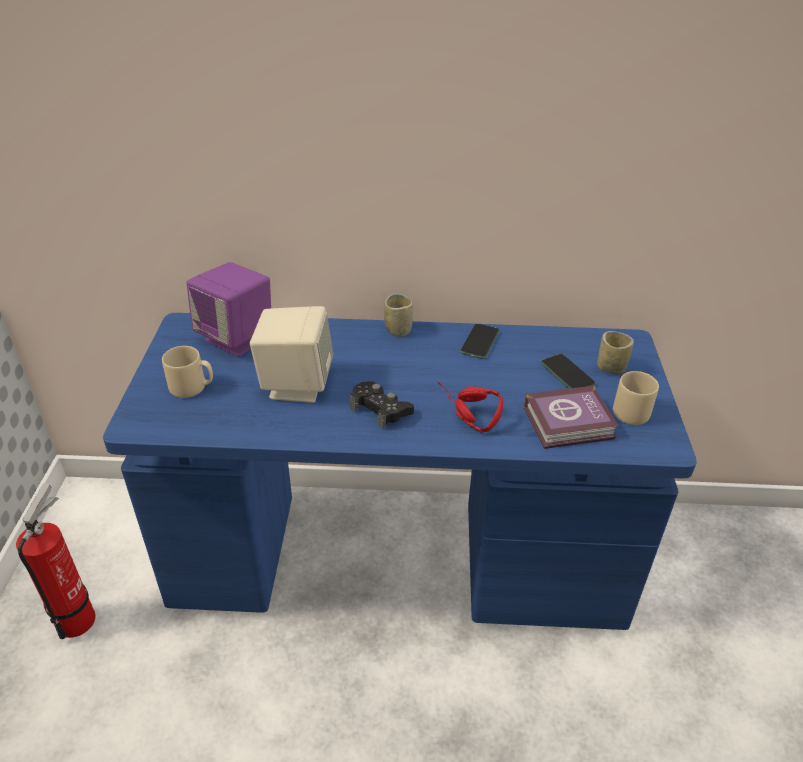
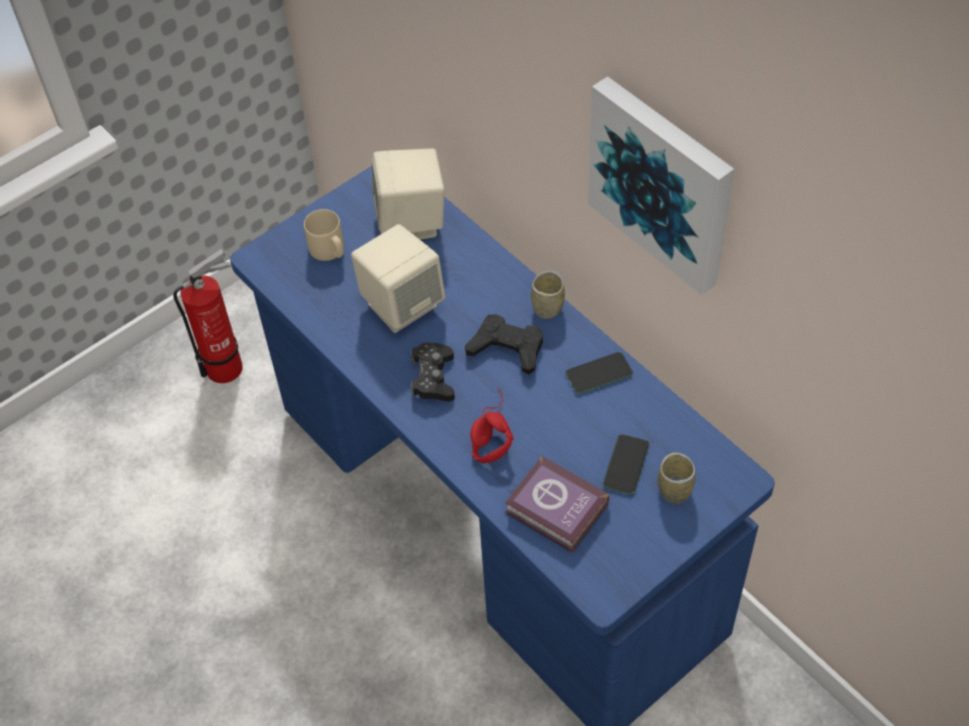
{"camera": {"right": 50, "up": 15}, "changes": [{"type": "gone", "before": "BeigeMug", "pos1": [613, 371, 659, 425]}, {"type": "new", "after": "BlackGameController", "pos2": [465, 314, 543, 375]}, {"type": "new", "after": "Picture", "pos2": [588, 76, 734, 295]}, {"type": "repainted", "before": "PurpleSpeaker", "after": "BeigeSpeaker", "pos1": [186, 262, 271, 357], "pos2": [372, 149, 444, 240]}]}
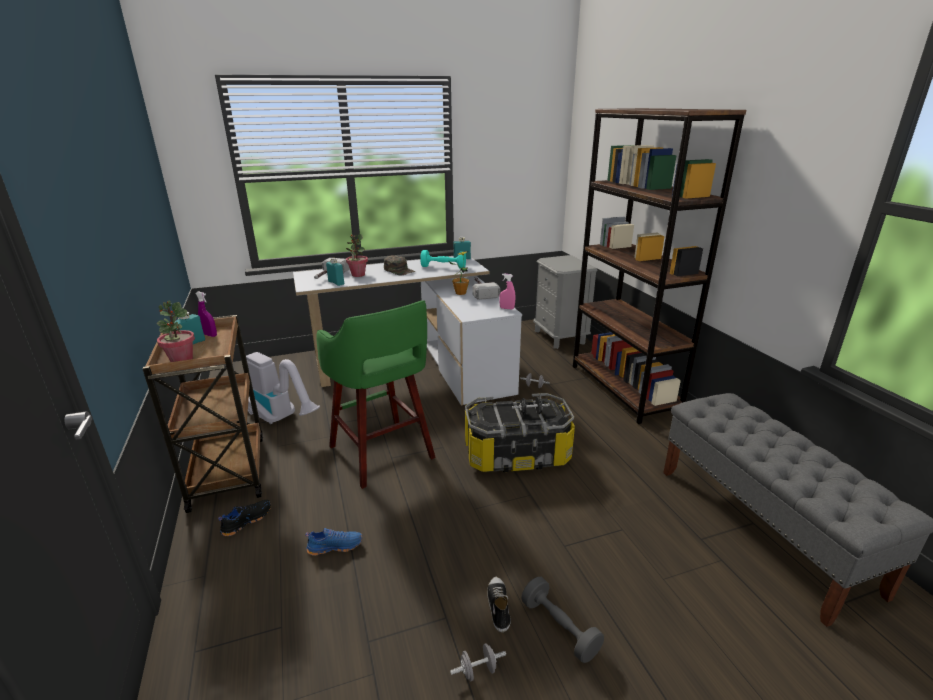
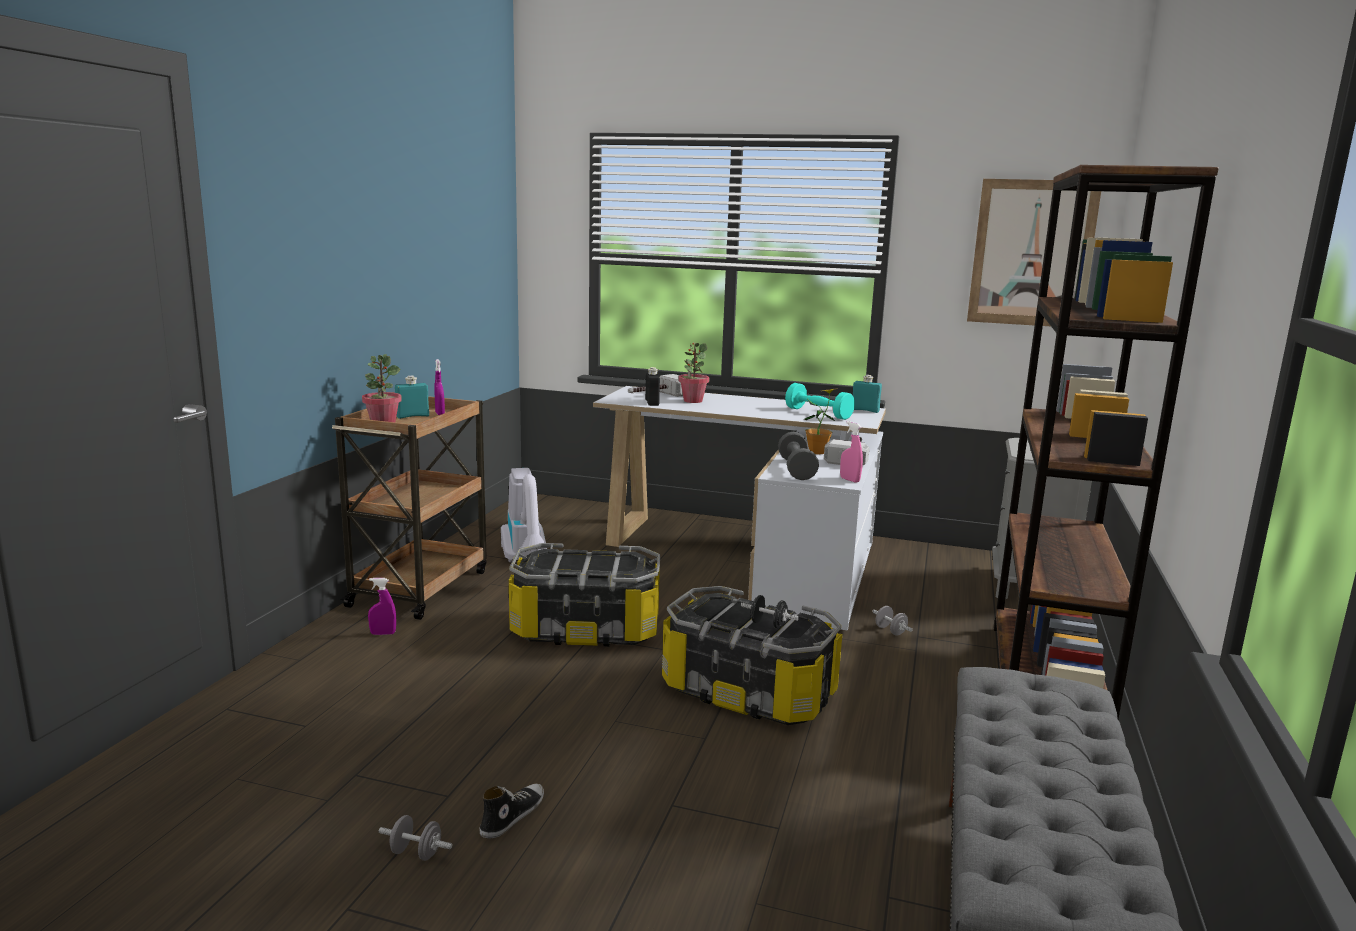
{"camera": {"right": 35, "up": -10}, "changes": [{"type": "gone", "before": "BlueShoe", "pos1": [305, 528, 362, 556]}, {"type": "gone", "before": "GreenCap", "pos1": [384, 255, 415, 275]}, {"type": "new", "after": "Picture", "pos2": [967, 179, 1101, 326]}, {"type": "shifted", "before": "GreyDumbbell", "pos1": [521, 577, 604, 663], "pos2": [778, 432, 819, 480]}, {"type": "swapped", "before": "BlackShoe", "after": "PurpleSprayBottle", "pos1": [218, 500, 271, 536], "pos2": [368, 578, 396, 635]}, {"type": "swapped", "before": "GreenStool", "after": "StorageBox", "pos1": [316, 300, 436, 489], "pos2": [509, 543, 660, 647]}, {"type": "repainted", "before": "TurquoiseBottle", "after": "BlackBottle", "pos1": [326, 258, 344, 286], "pos2": [645, 367, 660, 406]}]}
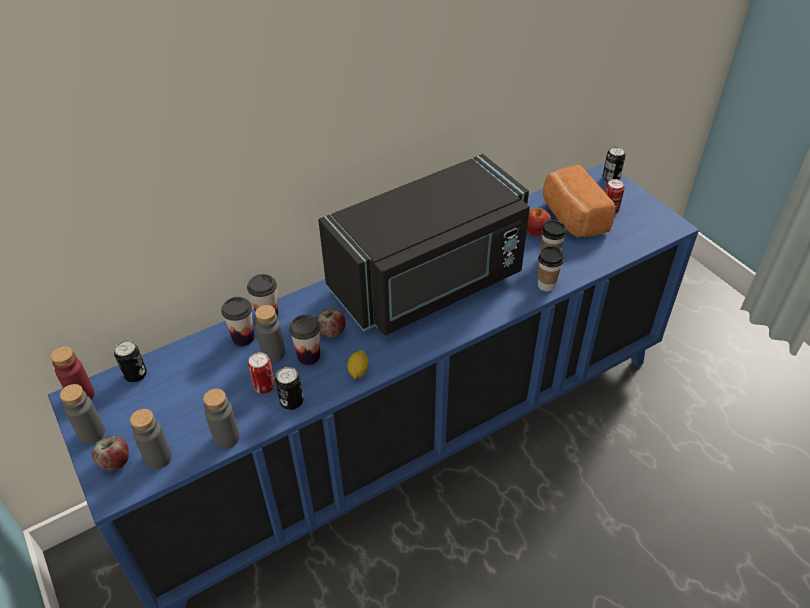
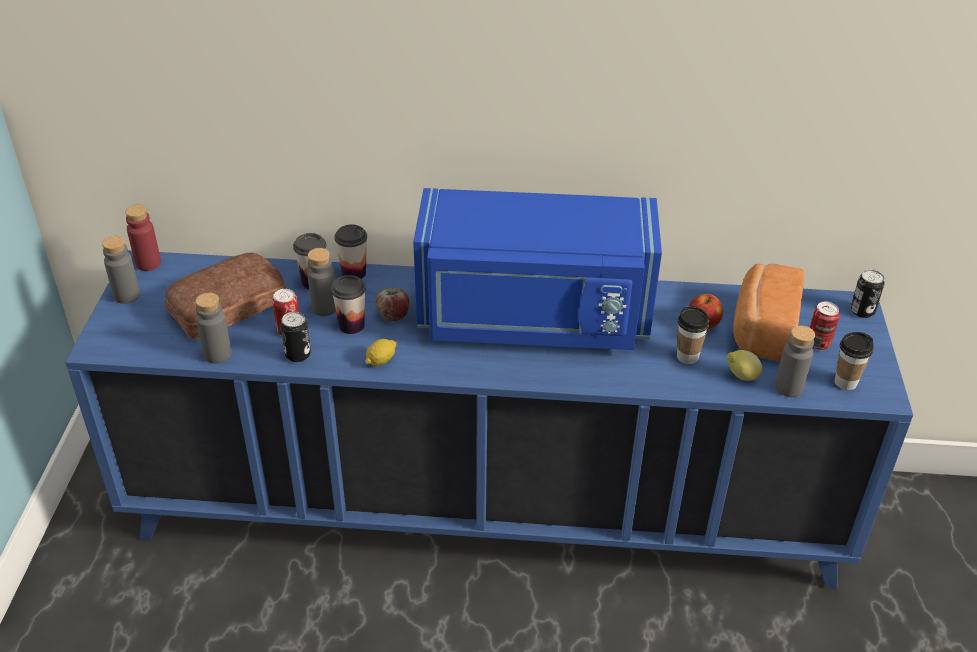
{"camera": {"right": 35, "up": -5}, "changes": [{"type": "gone", "before": "Apple", "pos1": [92, 436, 129, 471]}, {"type": "gone", "before": "Can", "pos1": [114, 340, 147, 382]}, {"type": "new", "after": "Bread", "pos2": [165, 253, 286, 340]}, {"type": "new", "after": "Lemon", "pos2": [726, 350, 762, 381]}, {"type": "shifted", "before": "GreyBottle", "pos1": [130, 409, 172, 469], "pos2": [775, 325, 815, 397]}, {"type": "shifted", "before": "Cup", "pos1": [538, 246, 564, 291], "pos2": [835, 332, 874, 390]}, {"type": "repainted", "before": "BlackMicrowave", "after": "BlueMicrowave", "pos1": [318, 154, 530, 335], "pos2": [413, 188, 662, 350]}]}
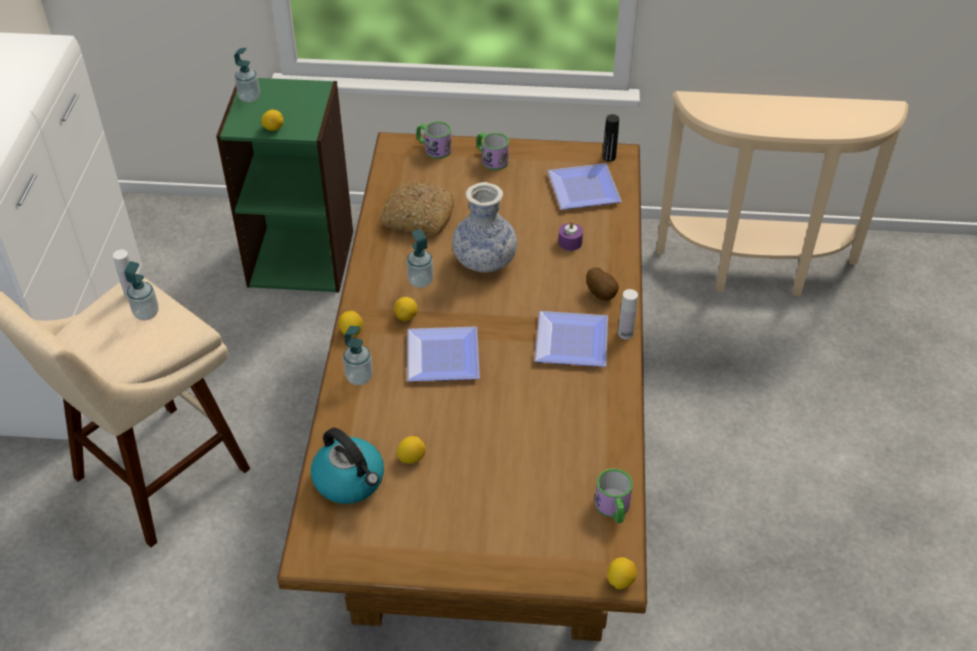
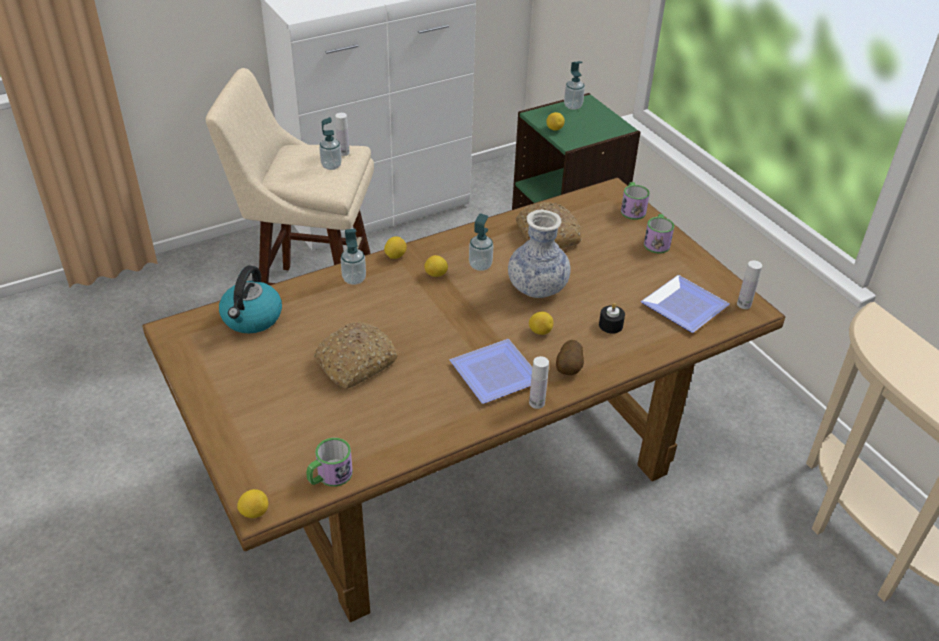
{"camera": {"right": 55, "up": -5}, "changes": [{"type": "gone", "before": "Plate", "pos1": [407, 326, 480, 381]}, {"type": "new", "after": "Bread", "pos2": [314, 321, 398, 389]}, {"type": "shifted", "before": "Lemon", "pos1": [397, 436, 426, 464], "pos2": [529, 312, 553, 335]}, {"type": "repainted", "before": "PurpleCandle", "after": "BlackCandle", "pos1": [558, 221, 583, 251], "pos2": [599, 303, 625, 334]}, {"type": "repainted", "before": "BlackBottle", "after": "WhiteBottle", "pos1": [603, 114, 619, 161], "pos2": [737, 260, 762, 309]}]}
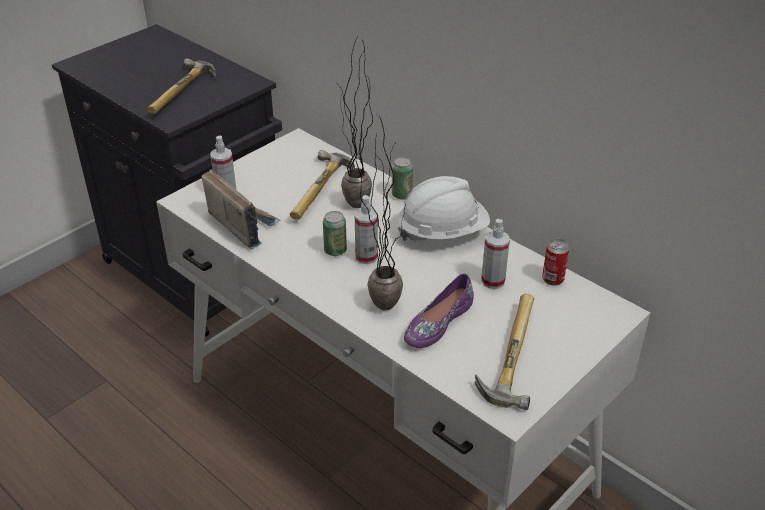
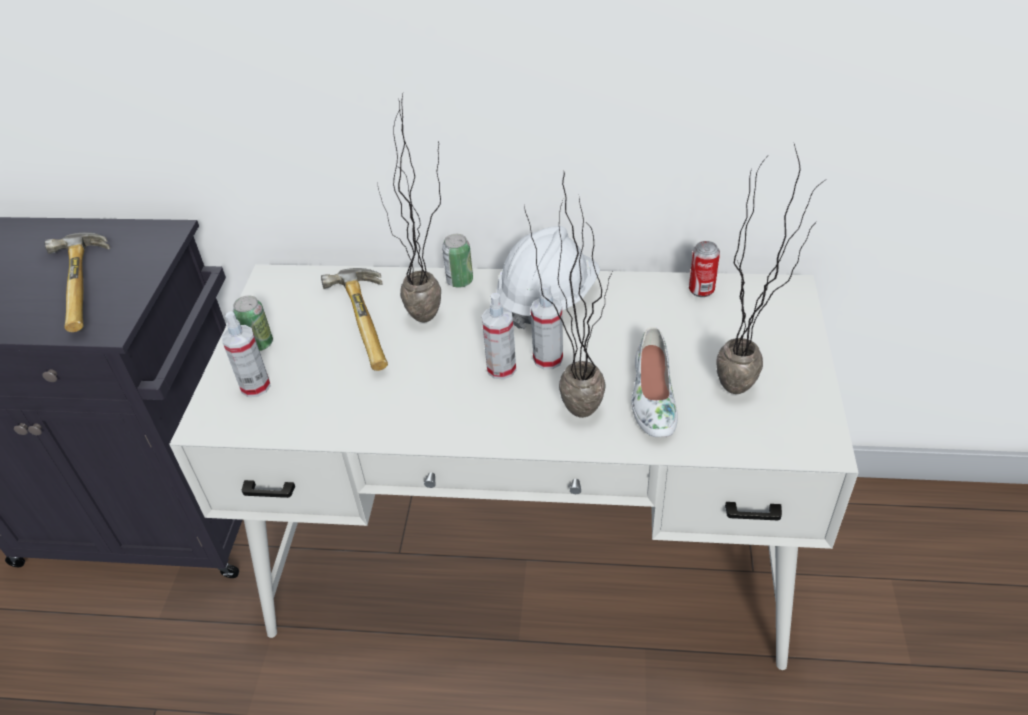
{"camera": {"right": -35, "up": 5}, "changes": [{"type": "gone", "before": "Radio", "pos1": [202, 169, 280, 249]}, {"type": "shifted", "before": "Can", "pos1": [323, 211, 347, 256], "pos2": [233, 295, 273, 351]}, {"type": "shifted", "before": "SprayBottle", "pos1": [481, 219, 510, 289], "pos2": [531, 283, 563, 369]}, {"type": "swapped", "before": "Hammer", "after": "PottedPlant", "pos1": [475, 294, 534, 410], "pos2": [716, 144, 827, 394]}, {"type": "repainted", "before": "PurpleShoe", "after": "WhiteShoe", "pos1": [404, 274, 474, 348], "pos2": [631, 327, 678, 437]}]}
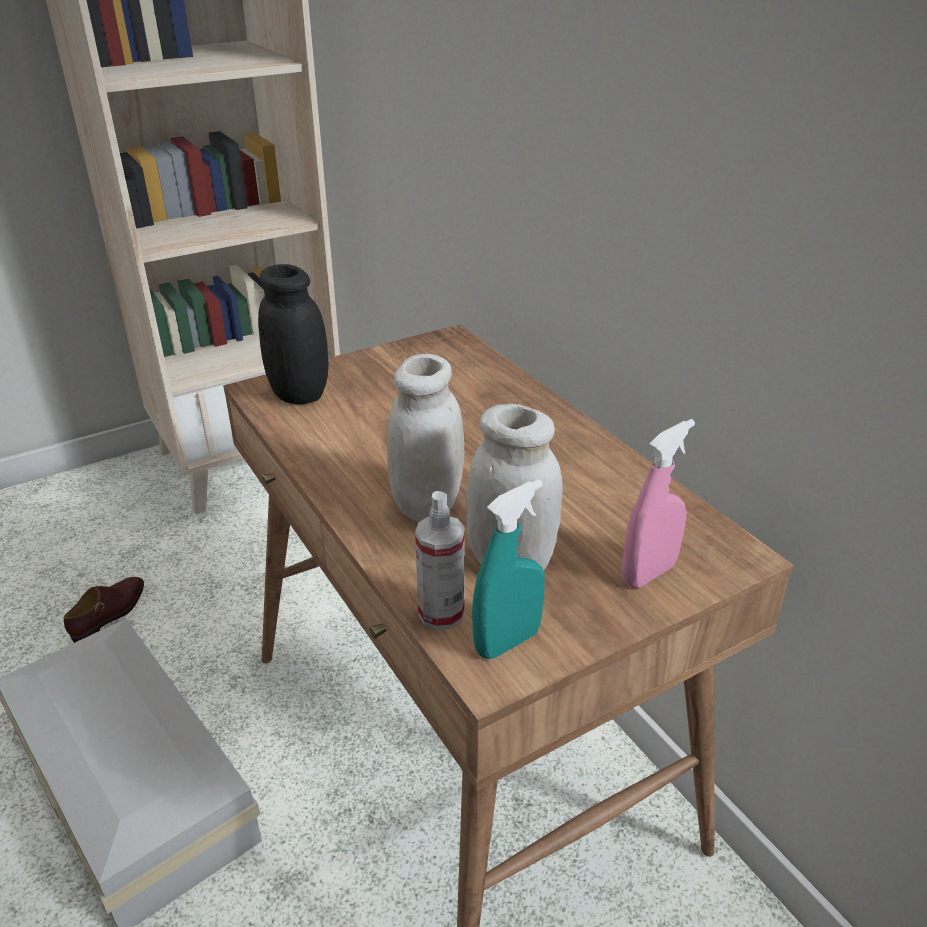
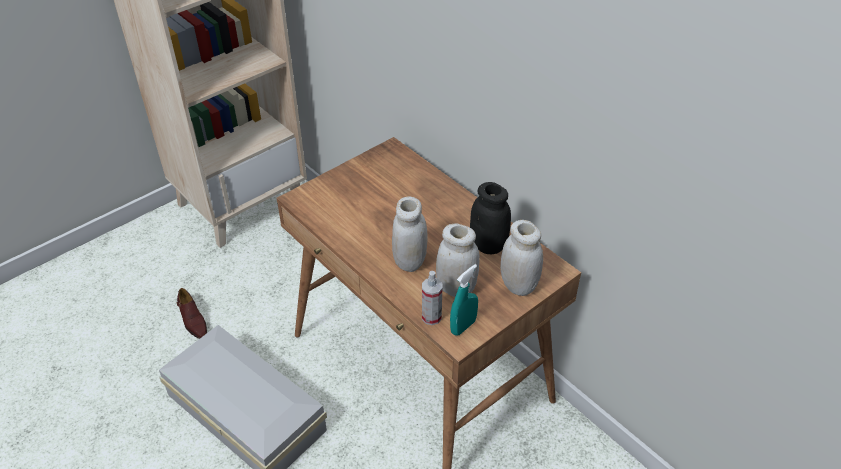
{"camera": {"right": -10, "up": 10}, "changes": [{"type": "shifted", "before": "BlackJar", "pos1": [258, 264, 329, 404], "pos2": [470, 182, 511, 254]}, {"type": "swapped", "before": "PinkSprayBottle", "after": "WhiteJar", "pos1": [622, 419, 695, 588], "pos2": [501, 220, 543, 296]}, {"type": "rotated", "before": "BrownShoe", "pos1": [64, 577, 144, 643], "pos2": [177, 288, 207, 339], "turn": 135}]}
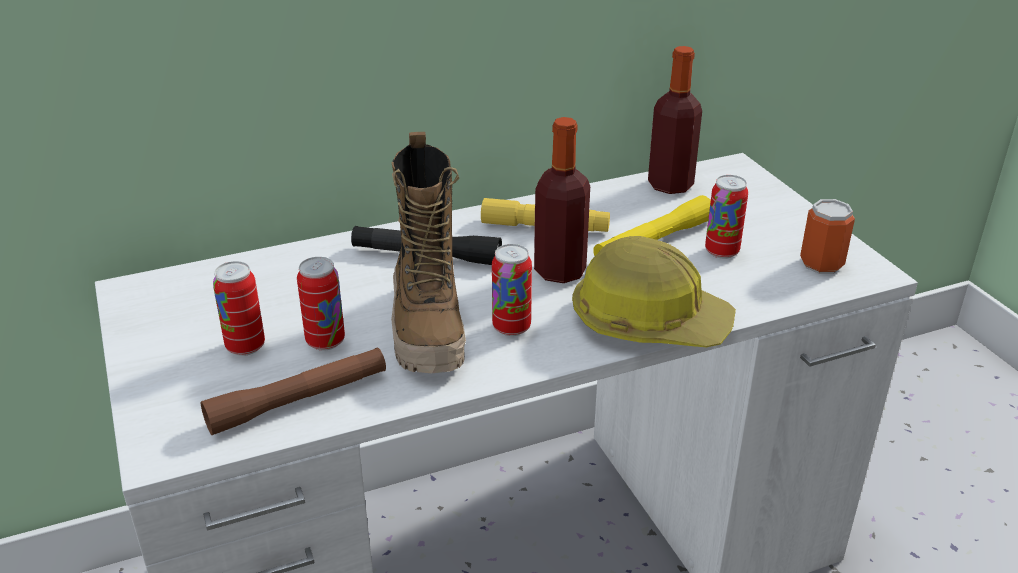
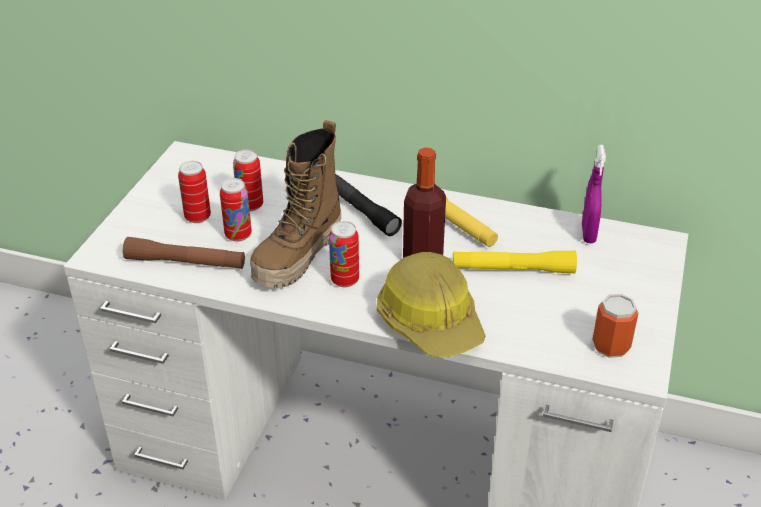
{"camera": {"right": 40, "up": 5}, "changes": [{"type": "shifted", "before": "Can", "pos1": [705, 175, 748, 259], "pos2": [233, 150, 263, 211]}, {"type": "swapped", "before": "Bottle", "after": "PurpleSprayBottle", "pos1": [648, 46, 702, 194], "pos2": [582, 145, 606, 243]}]}
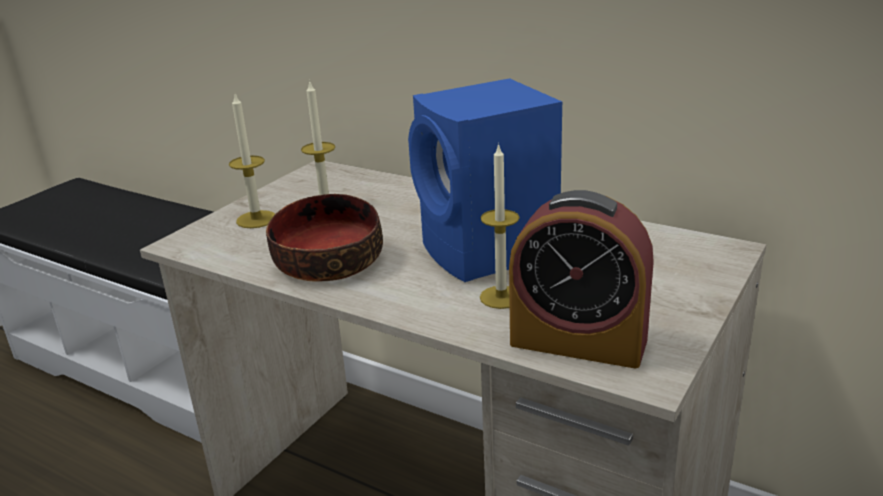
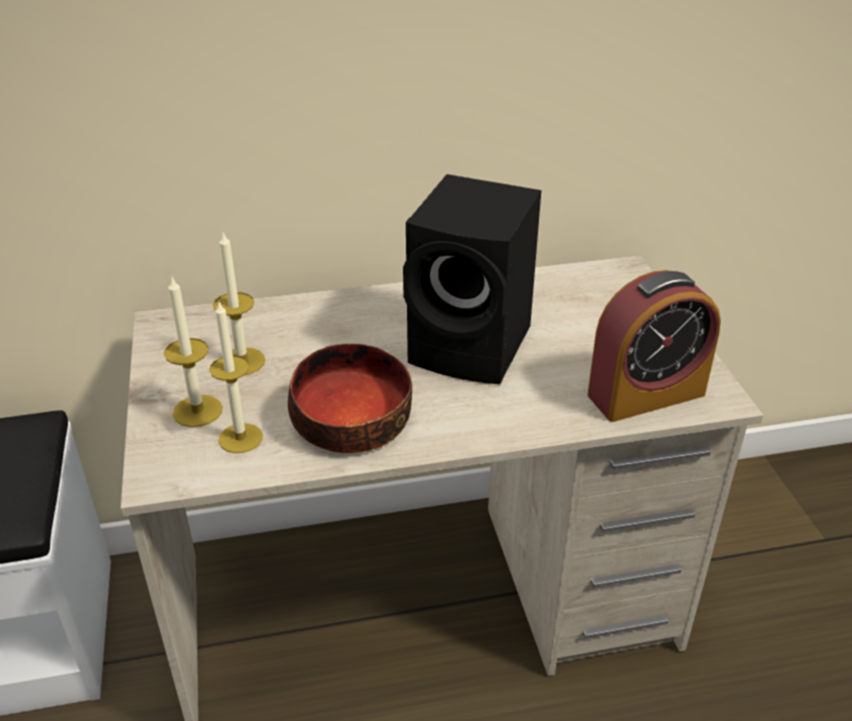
{"camera": {"right": -45, "up": 10}, "changes": [{"type": "shifted", "before": "Candle", "pos1": [480, 143, 519, 309], "pos2": [209, 302, 263, 453]}, {"type": "repainted", "before": "BlueSpeaker", "after": "BlackSpeaker", "pos1": [408, 78, 562, 282], "pos2": [403, 174, 541, 384]}]}
